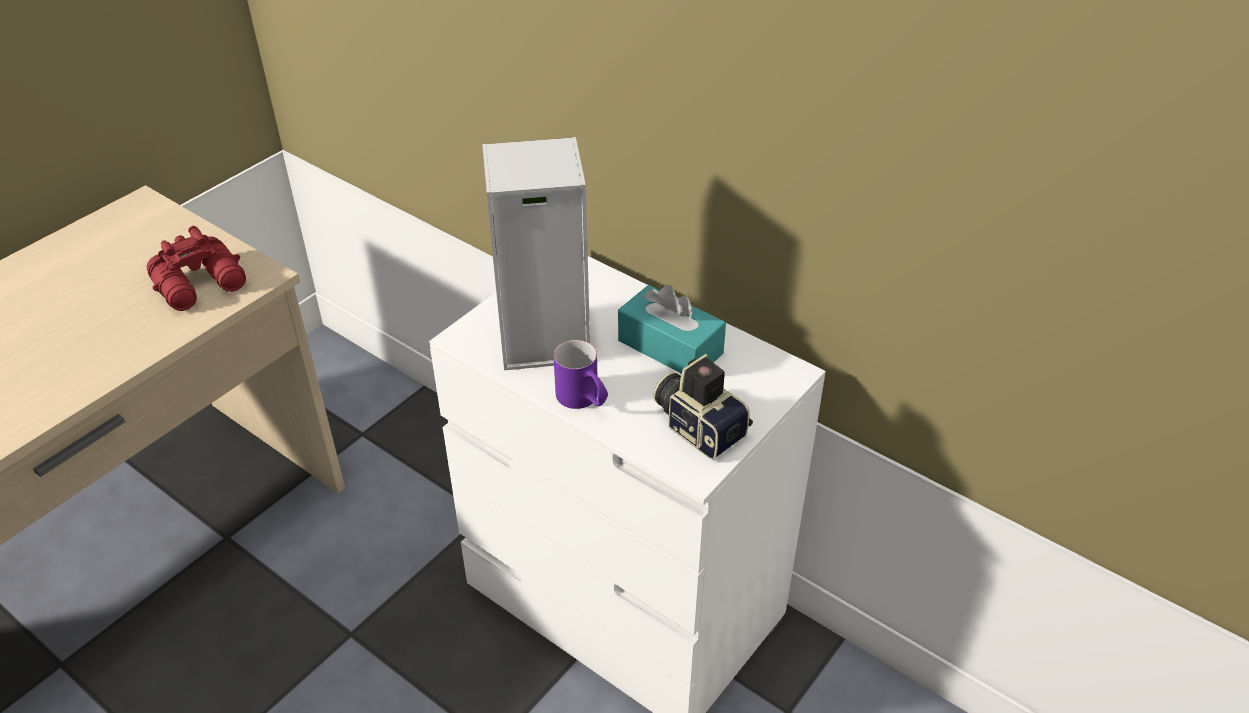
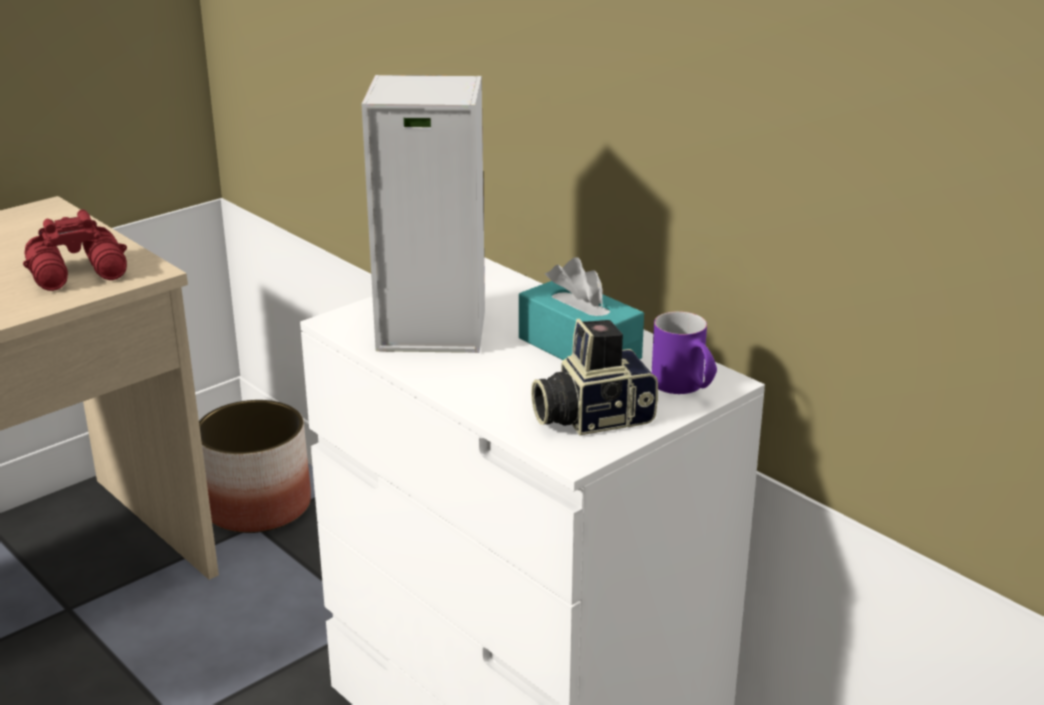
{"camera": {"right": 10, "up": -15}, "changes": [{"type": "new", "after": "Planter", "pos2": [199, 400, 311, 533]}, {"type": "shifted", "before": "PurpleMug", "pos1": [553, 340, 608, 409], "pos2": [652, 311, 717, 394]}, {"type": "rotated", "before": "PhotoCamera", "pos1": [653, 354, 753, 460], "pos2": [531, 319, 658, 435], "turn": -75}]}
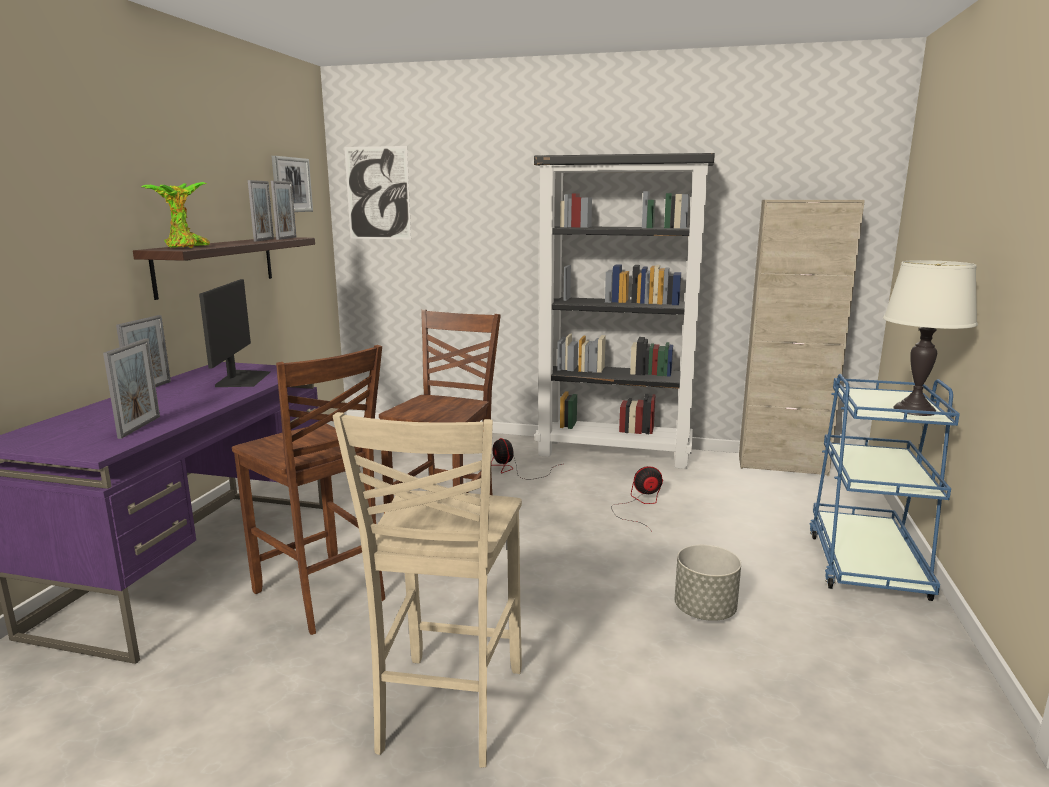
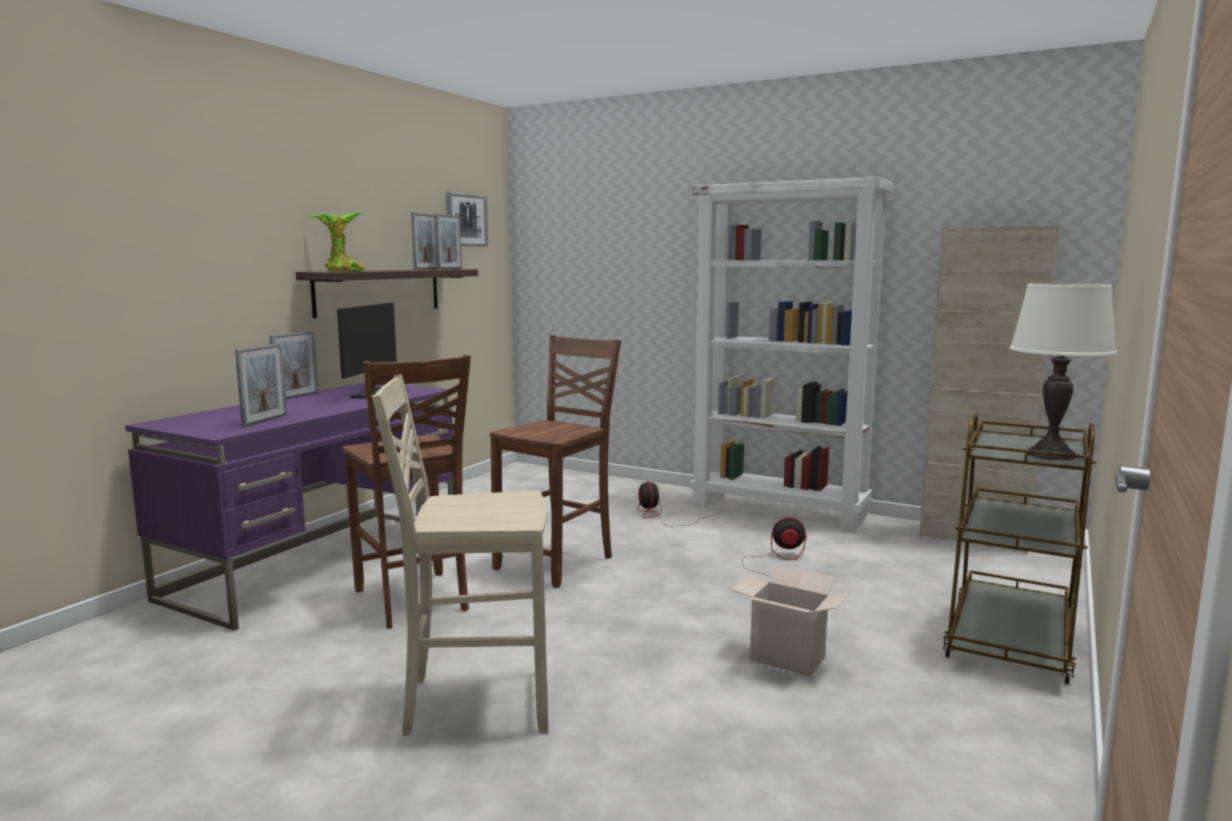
{"camera": {"right": 15, "up": -5}, "changes": [{"type": "gone", "before": "Picture", "pos1": [344, 146, 411, 239]}, {"type": "swapped", "before": "GreyPlanter", "after": "CardboardBox", "pos1": [675, 545, 741, 621], "pos2": [731, 565, 850, 677]}, {"type": "repainted", "before": "BlackBookcase", "after": "WhiteBookcase", "pos1": [534, 153, 715, 469], "pos2": [690, 177, 894, 532]}, {"type": "repainted", "before": "BlueCart", "after": "BrownCart", "pos1": [810, 374, 960, 601], "pos2": [943, 413, 1097, 684]}, {"type": "rotated", "before": "BeigeChair", "pos1": [333, 412, 522, 768], "pos2": [372, 374, 548, 736], "turn": 60}]}
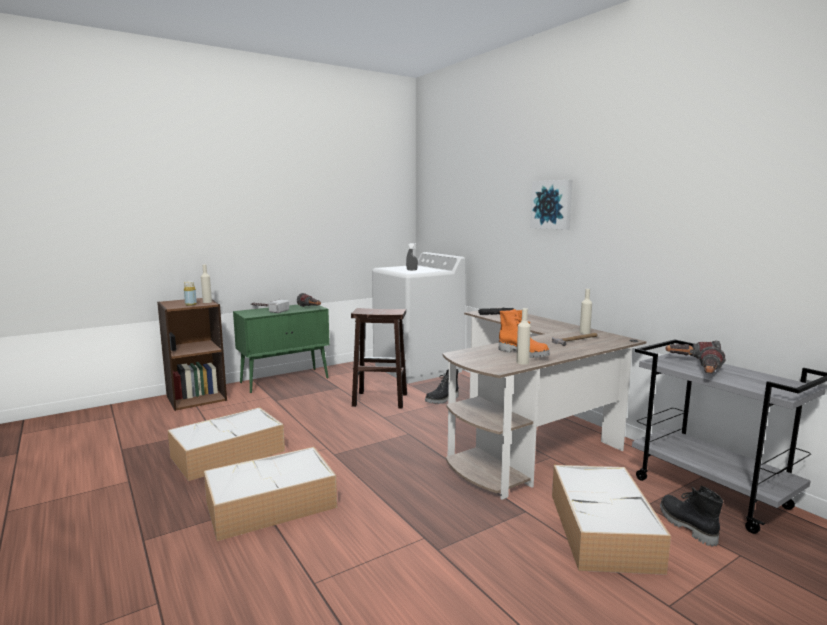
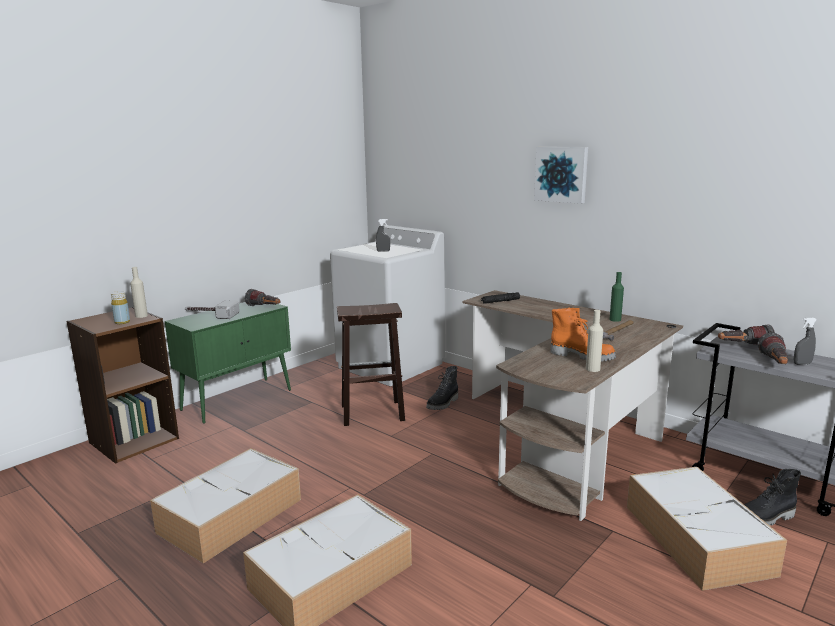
{"camera": {"right": -15, "up": 5}, "changes": [{"type": "new", "after": "GreySprayBottle", "pos2": [794, 317, 817, 365]}, {"type": "repainted", "before": "BeigeBottle", "after": "GreenBottle", "pos1": [580, 289, 592, 334], "pos2": [610, 272, 624, 322]}, {"type": "rotated", "before": "BlackBoot", "pos1": [660, 486, 723, 546], "pos2": [744, 469, 801, 526], "turn": -75}]}
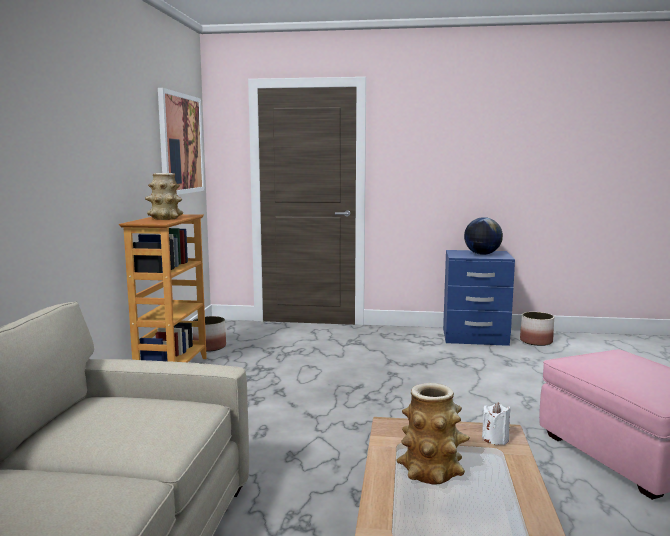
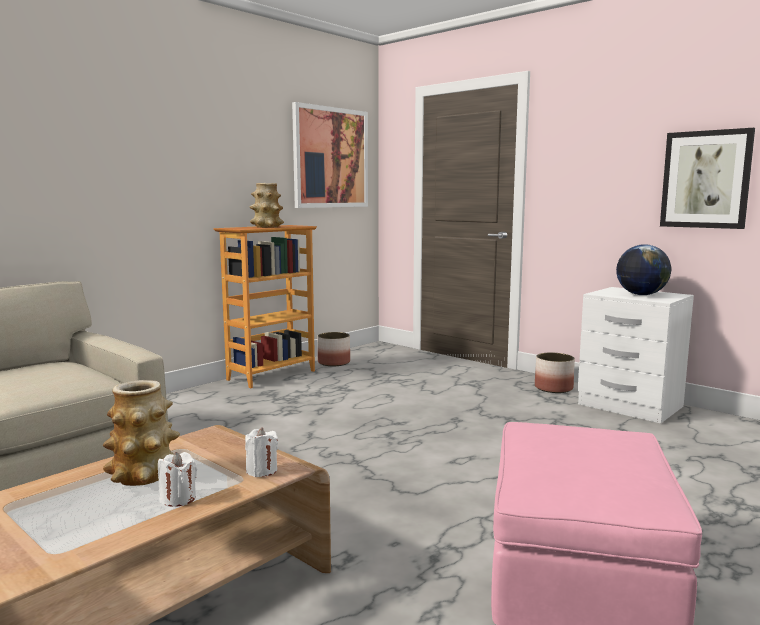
{"camera": {"right": 35, "up": 0}, "changes": [{"type": "new", "after": "WhiteCandle", "pos2": [158, 452, 197, 507]}, {"type": "new", "after": "Picture", "pos2": [660, 128, 755, 229]}, {"type": "shifted", "before": "Planter", "pos1": [520, 312, 554, 346], "pos2": [535, 353, 575, 393]}, {"type": "repainted", "before": "BlueNightstand", "after": "WhiteNightstand", "pos1": [443, 250, 515, 346], "pos2": [578, 287, 694, 423]}]}
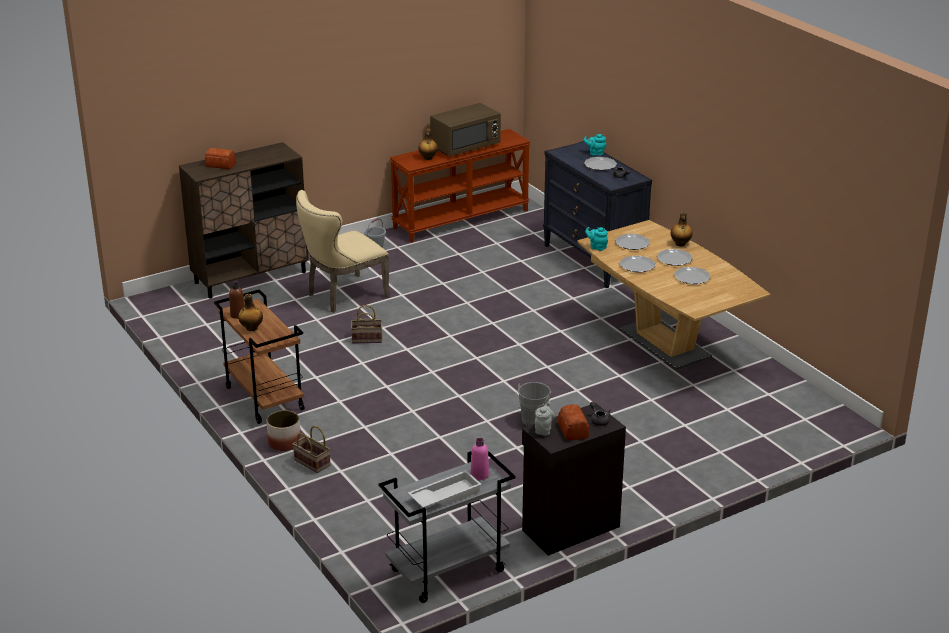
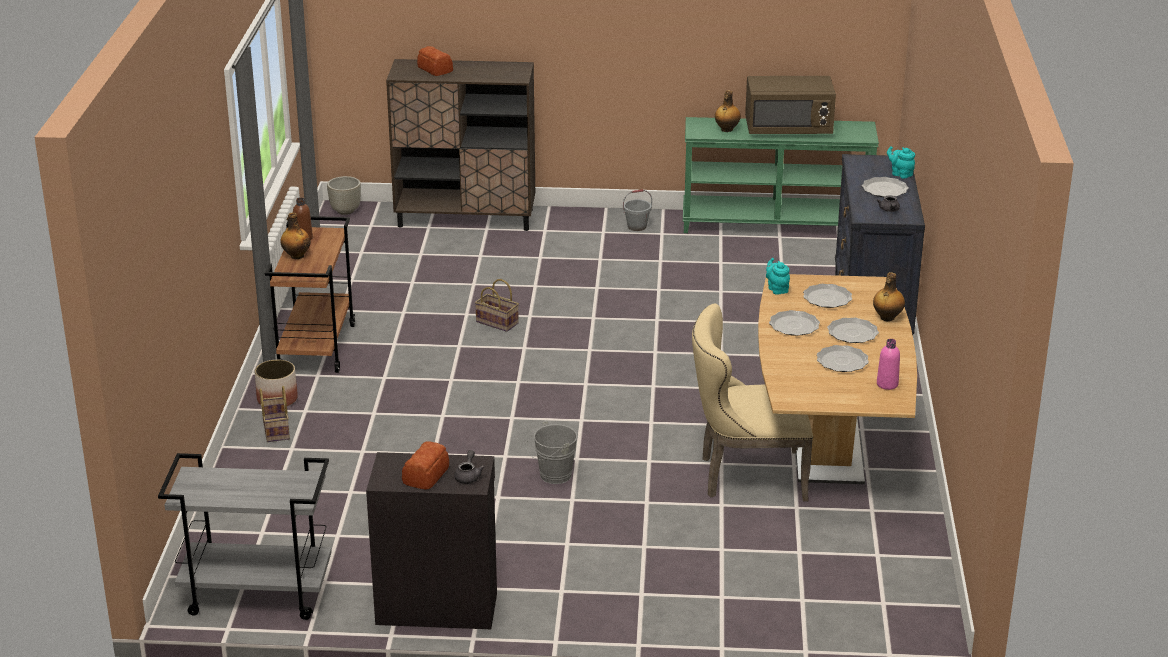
{"camera": {"right": 35, "up": 0}, "changes": [{"type": "gone", "before": "WhiteTray", "pos1": [408, 470, 482, 508]}, {"type": "gone", "before": "GreyTeapot", "pos1": [535, 402, 555, 436]}, {"type": "new", "after": "GreyPlanter", "pos2": [327, 176, 361, 215]}, {"type": "shifted", "before": "BeigeChair", "pos1": [296, 190, 390, 313], "pos2": [692, 304, 813, 502]}, {"type": "shifted", "before": "PinkBottle", "pos1": [471, 438, 489, 480], "pos2": [877, 339, 900, 390]}, {"type": "repainted", "before": "BrownConsoleTable", "after": "GreenConsoleTable", "pos1": [390, 129, 531, 242], "pos2": [683, 117, 879, 233]}]}
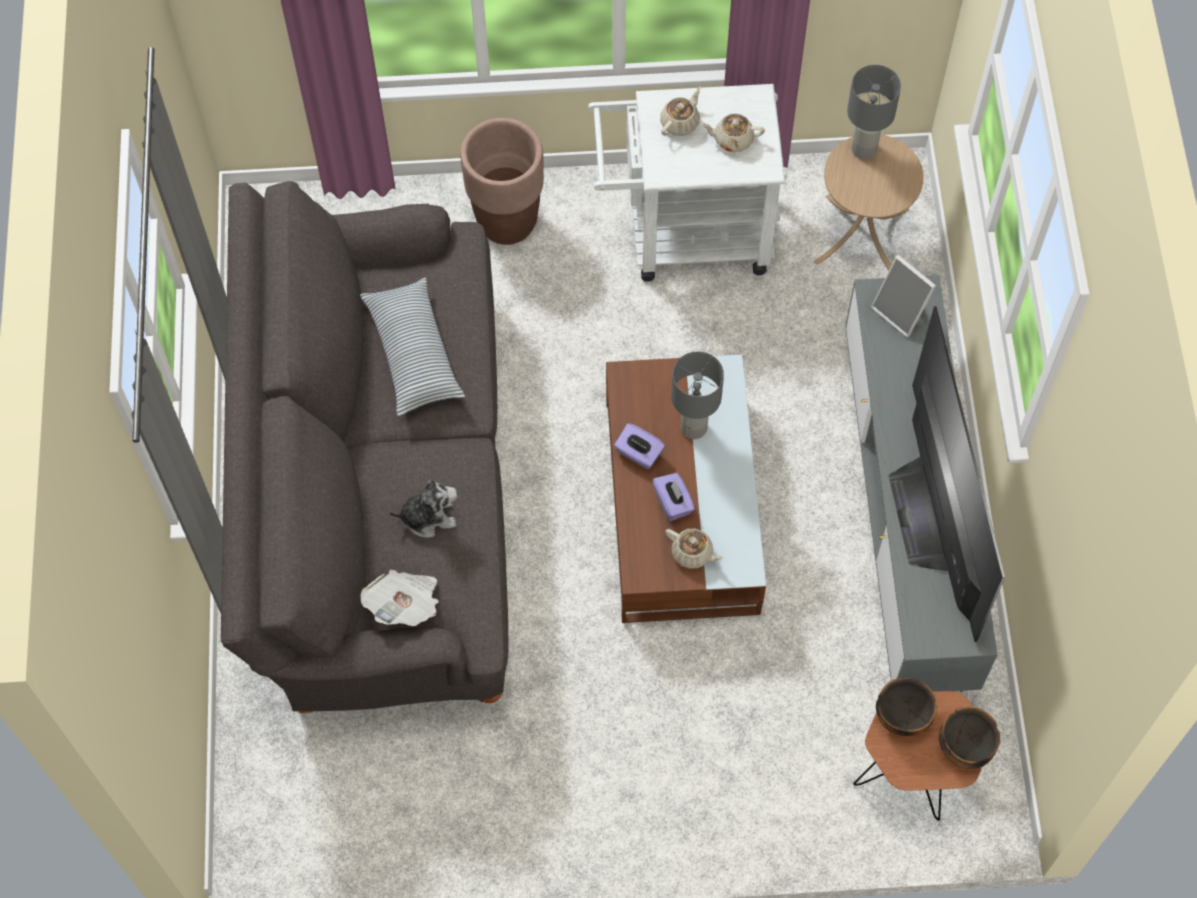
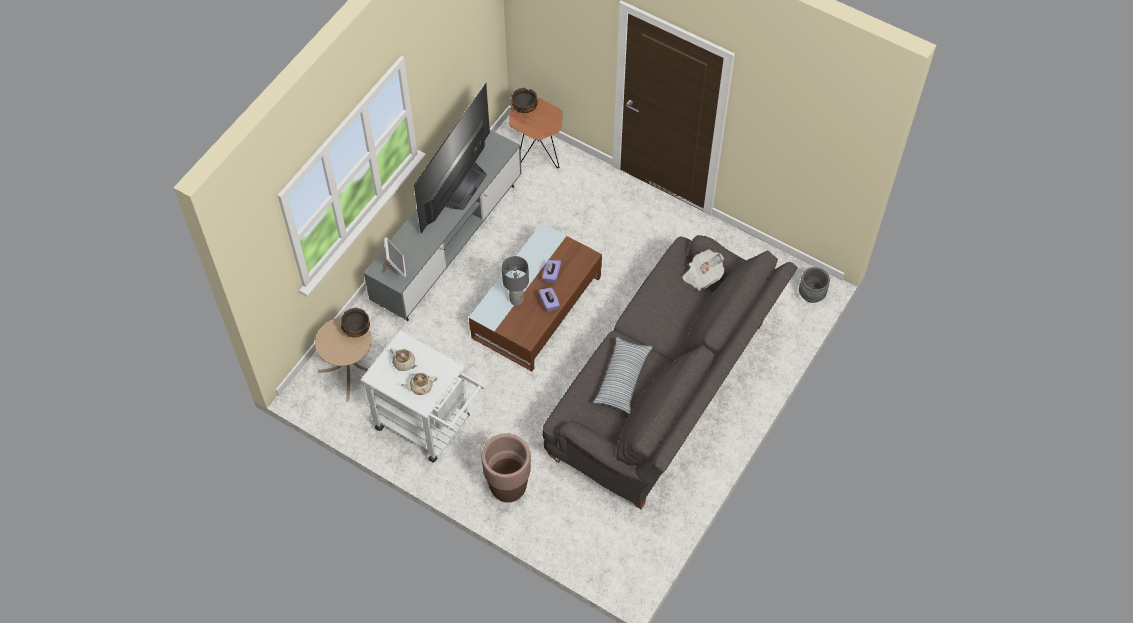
{"camera": {"right": -145, "up": -5}, "changes": [{"type": "gone", "before": "PlushToy", "pos1": [389, 480, 458, 537]}, {"type": "gone", "before": "BeigeTeapot", "pos1": [665, 529, 724, 569]}, {"type": "gone", "before": "GreyTableLamp", "pos1": [847, 65, 901, 159]}, {"type": "new", "after": "GreyPlanter", "pos2": [799, 267, 830, 303]}, {"type": "shifted", "before": "Bowl", "pos1": [876, 678, 937, 736], "pos2": [340, 308, 370, 337]}]}
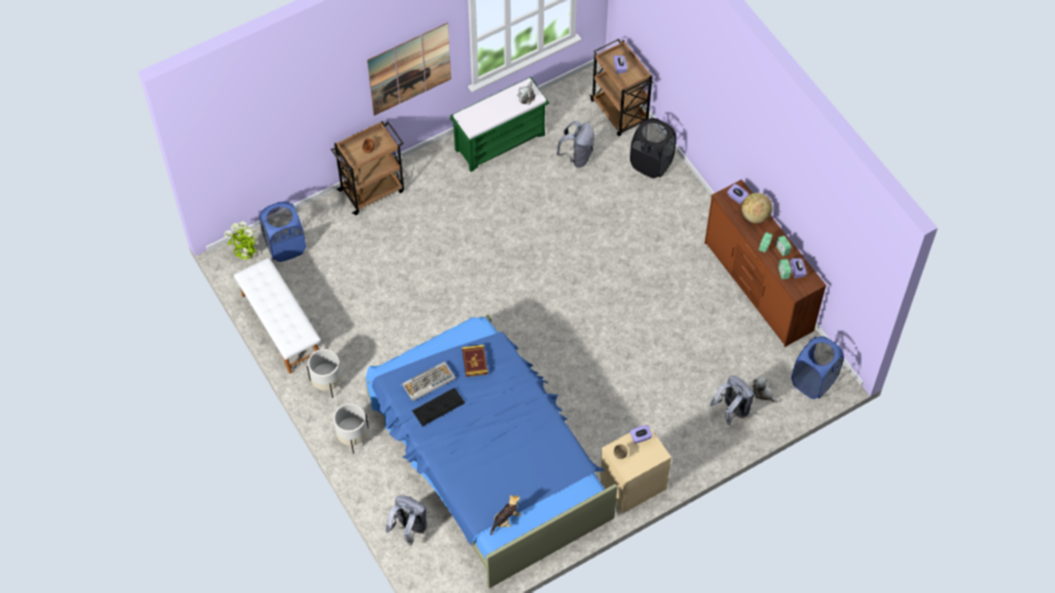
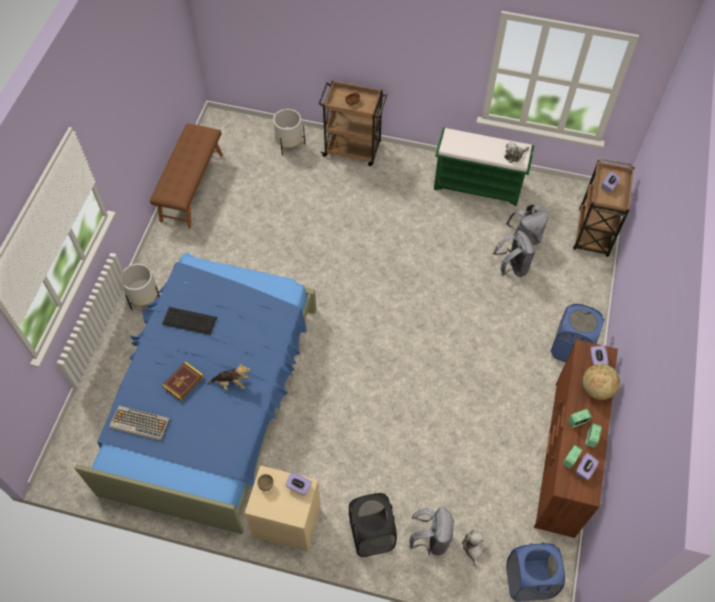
{"camera": {"right": 45, "up": 0}, "changes": [{"type": "gone", "before": "PottedPlant", "pos1": [224, 221, 258, 260]}, {"type": "gone", "before": "Picture", "pos1": [367, 23, 451, 116]}, {"type": "shifted", "before": "BlueLaundryBasket", "pos1": [259, 201, 306, 262], "pos2": [550, 304, 605, 363]}, {"type": "shifted", "before": "WhitePlanter", "pos1": [307, 349, 342, 398], "pos2": [273, 109, 305, 156]}, {"type": "shifted", "before": "GreyBackpack", "pos1": [385, 495, 427, 545], "pos2": [493, 231, 535, 277]}, {"type": "shifted", "before": "Keyboard", "pos1": [402, 361, 455, 401], "pos2": [109, 406, 170, 441]}, {"type": "shifted", "before": "Book", "pos1": [462, 345, 488, 377], "pos2": [162, 361, 204, 401]}, {"type": "shifted", "before": "PlushToy", "pos1": [490, 495, 521, 535], "pos2": [208, 362, 250, 390]}, {"type": "shifted", "before": "BlackLaundryBasket", "pos1": [630, 118, 676, 178], "pos2": [349, 493, 397, 557]}, {"type": "repainted", "before": "WhiteBench", "after": "BrownBench", "pos1": [234, 258, 321, 374], "pos2": [150, 123, 223, 229]}]}
